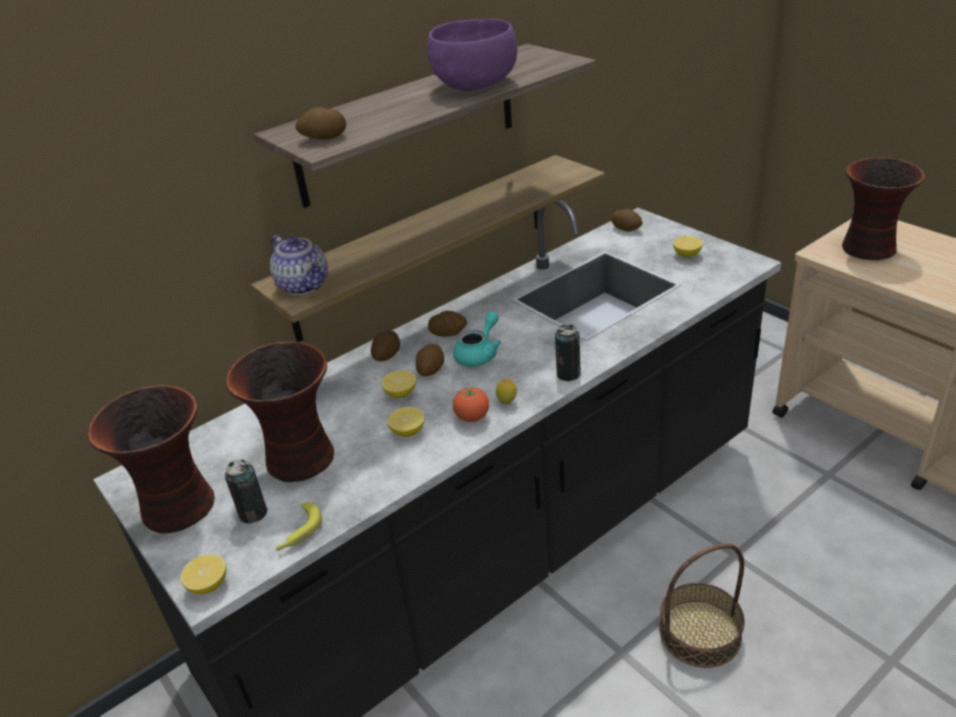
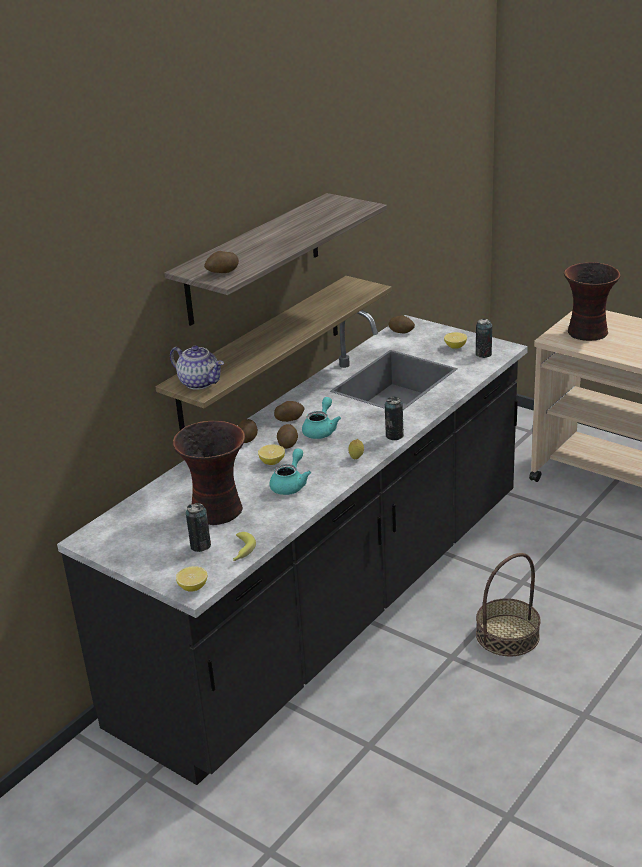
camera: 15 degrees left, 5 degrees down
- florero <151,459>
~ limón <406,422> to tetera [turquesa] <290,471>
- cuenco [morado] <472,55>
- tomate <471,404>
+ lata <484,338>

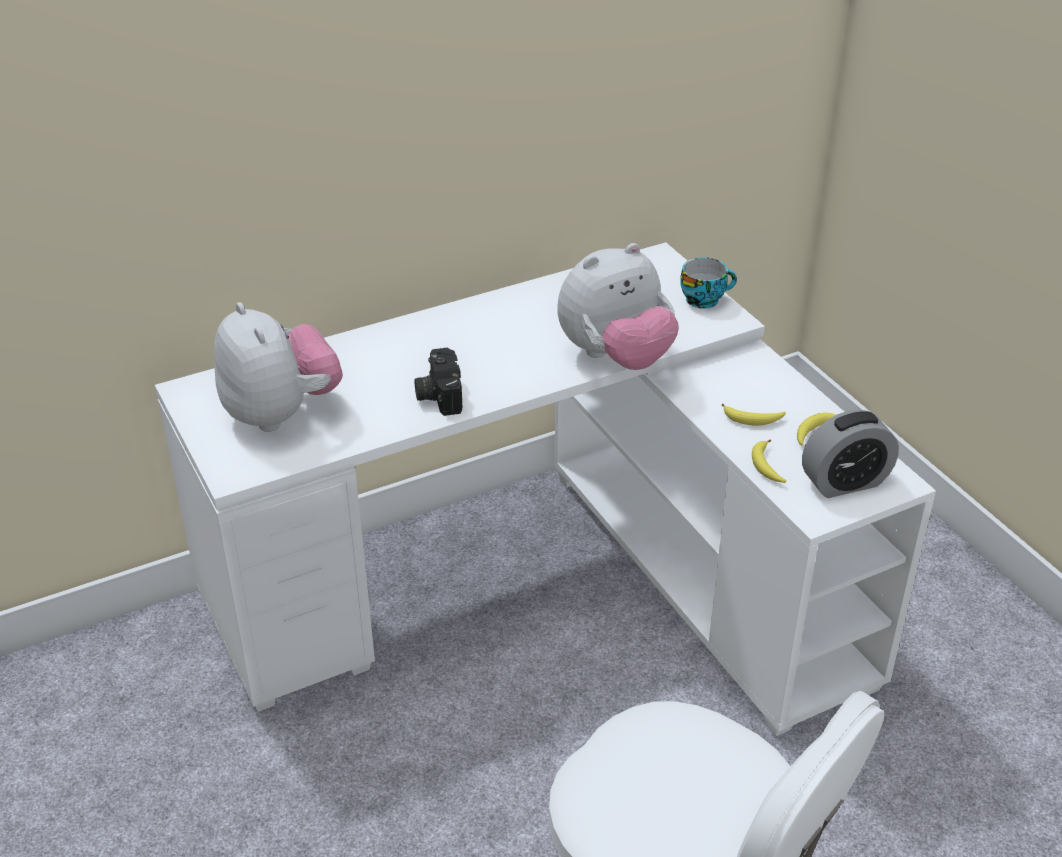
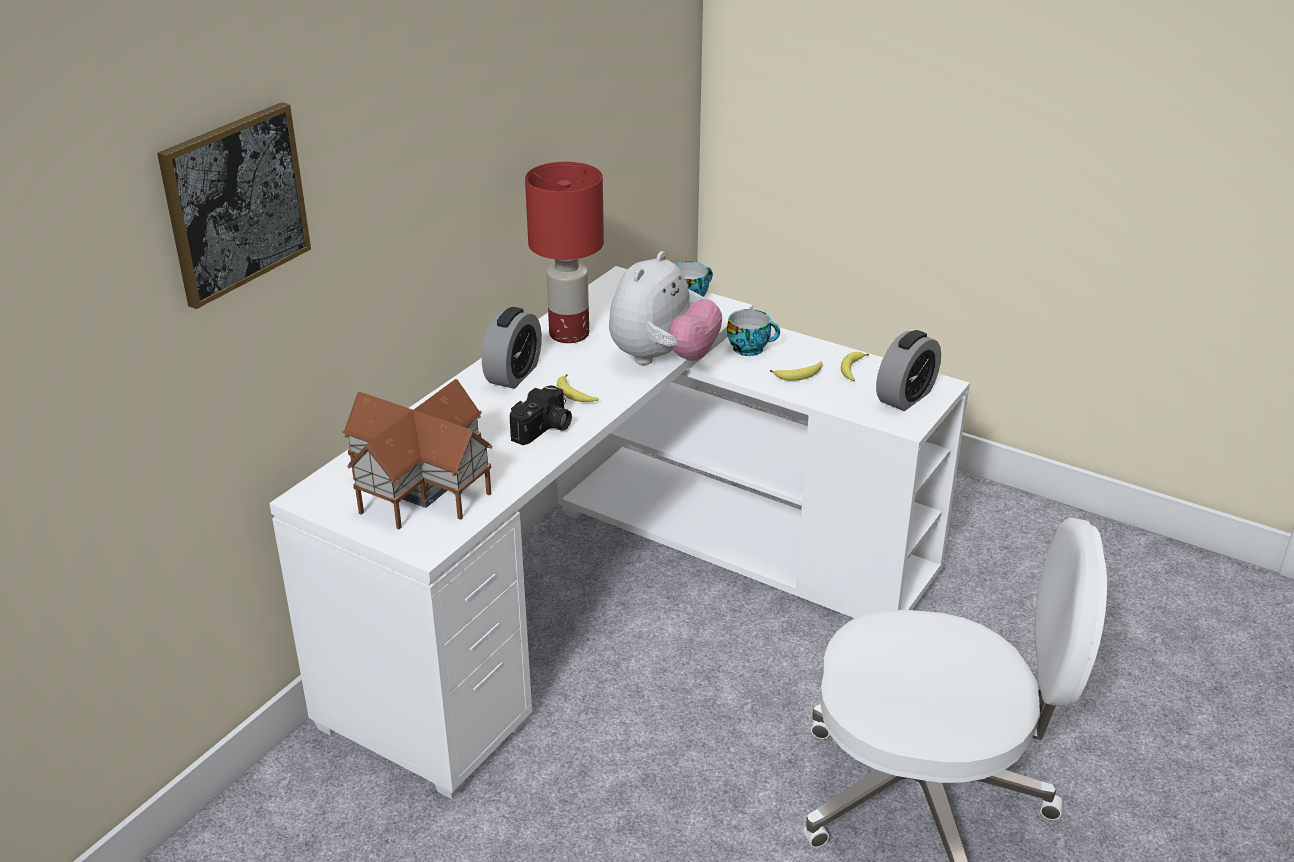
camera: 30 degrees left, 5 degrees down
~ peluche <278,367> to casita <417,454>
~ cámara <438,382> = <540,415> 105 degrees counterclockwise
~ plátano <769,461> to <578,388>
+ cuadro <234,205>
+ despertador <512,348>
+ lámpara de mesa [rojo] <564,252>
+ taza <753,332>

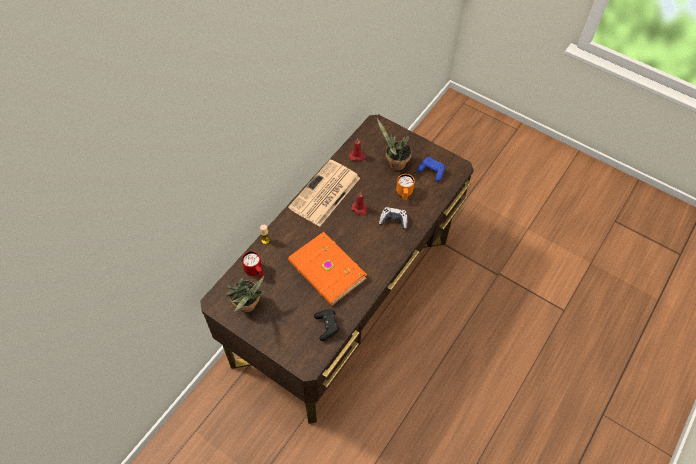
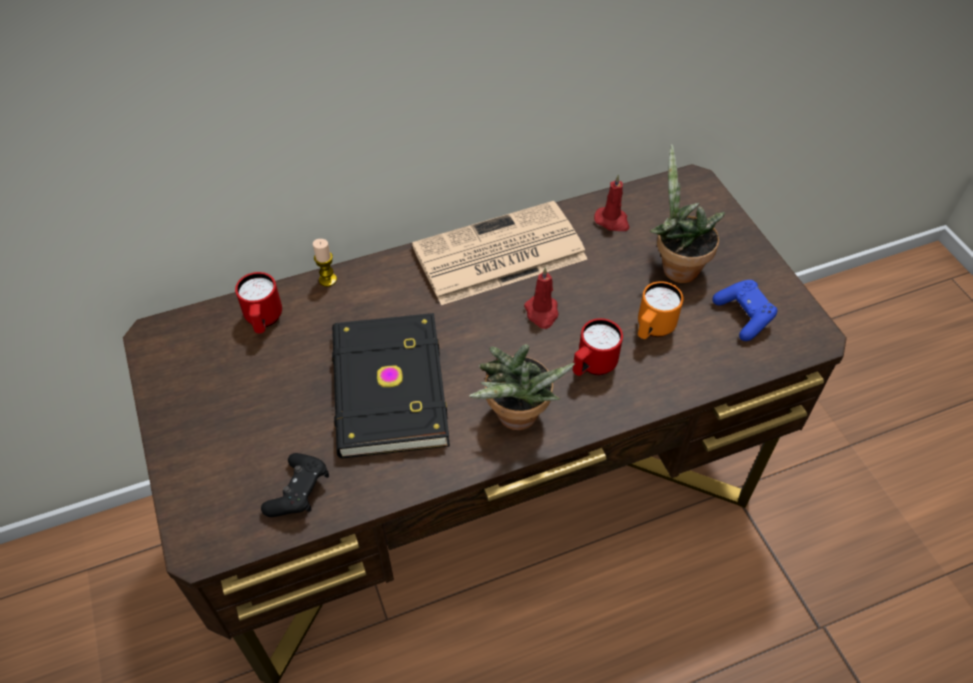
camera: 35 degrees right, 5 degrees down
~ planta en maceta <245,294> to <522,387>
~ libro [naranja] <327,269> to libro [negro] <391,385>
~ mando de consola <393,218> to taza grande [rojo] <598,347>

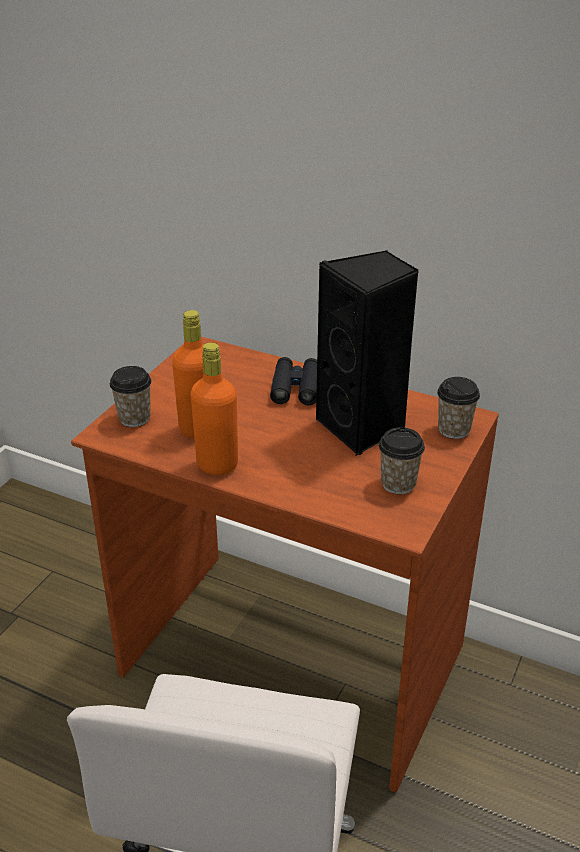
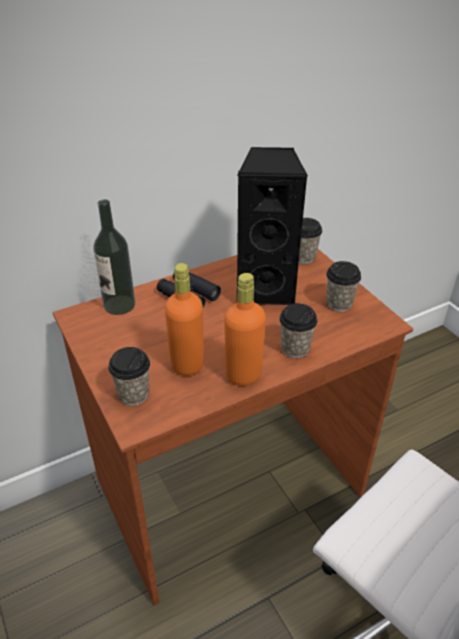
camera: 55 degrees left, 5 degrees up
+ botella <114,257>
+ taza <298,330>

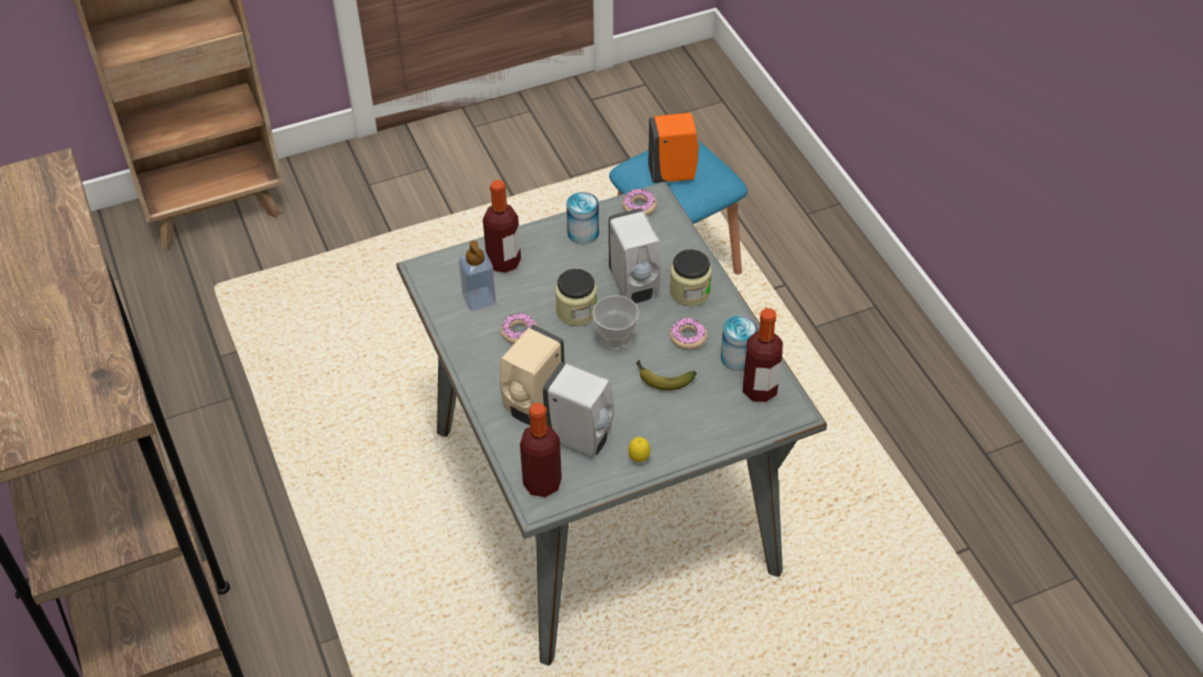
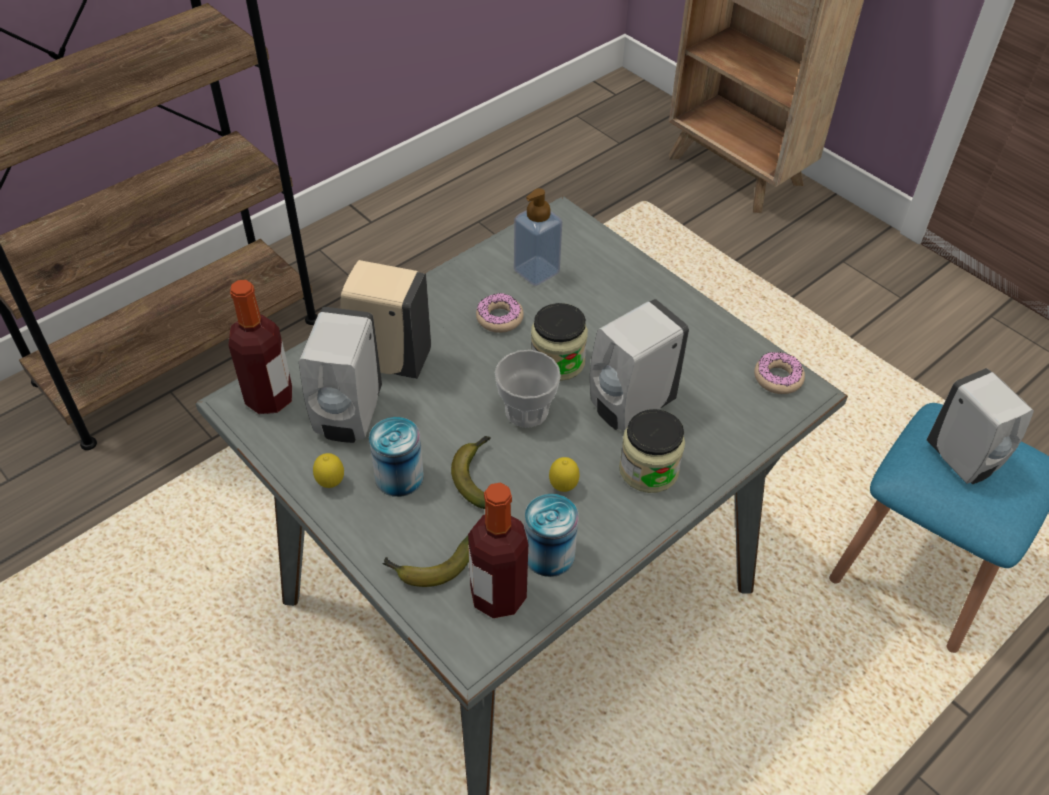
camera: 70 degrees right, 0 degrees up
- botella <502,226>
~ lata <583,218> to <396,457>
~ dispensador de jabón [naranja] <673,147> to dispensador de jabón [blanco] <980,426>
~ rosquilla <688,334> to limón <564,474>
+ plátano <426,561>

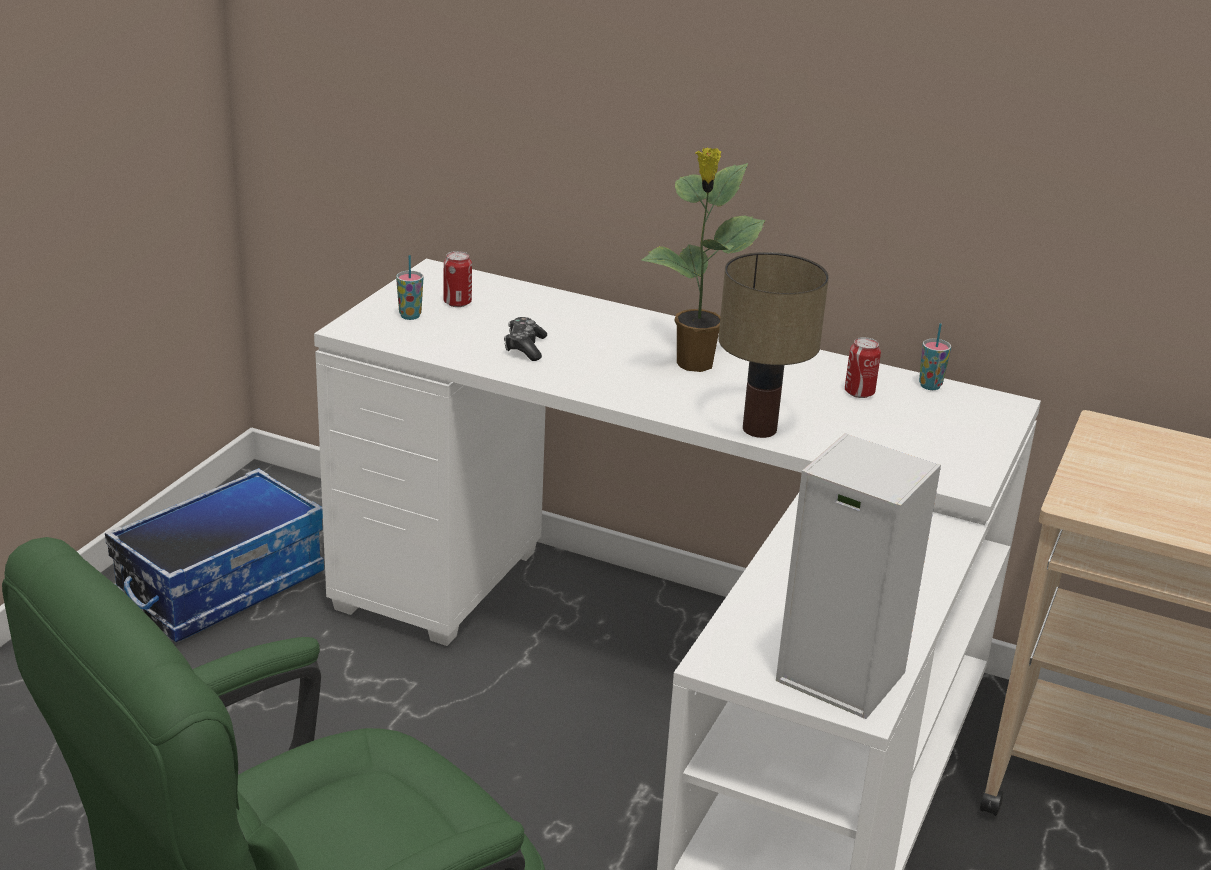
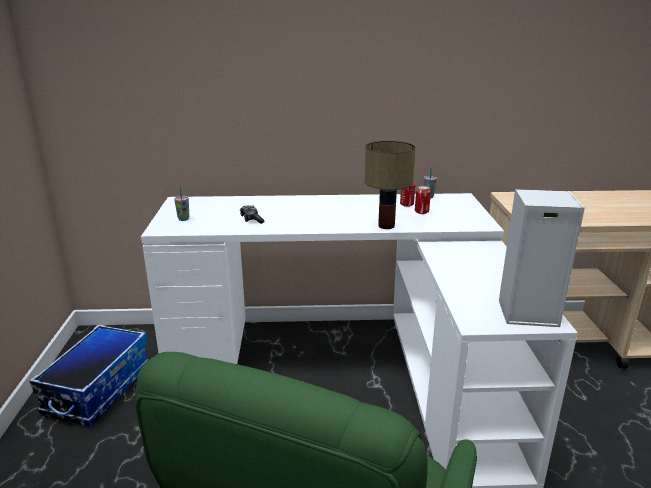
camera: 25 degrees left, 5 degrees down
~ lata <458,279> to <423,200>
- planta en maceta <703,259>

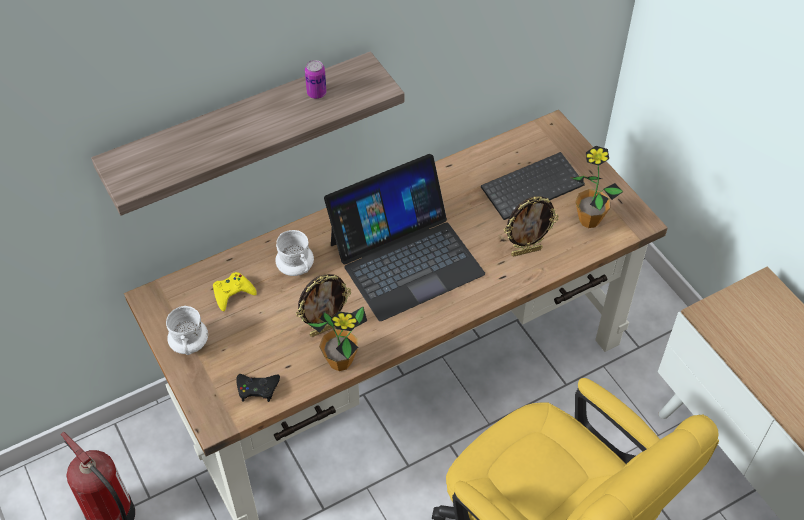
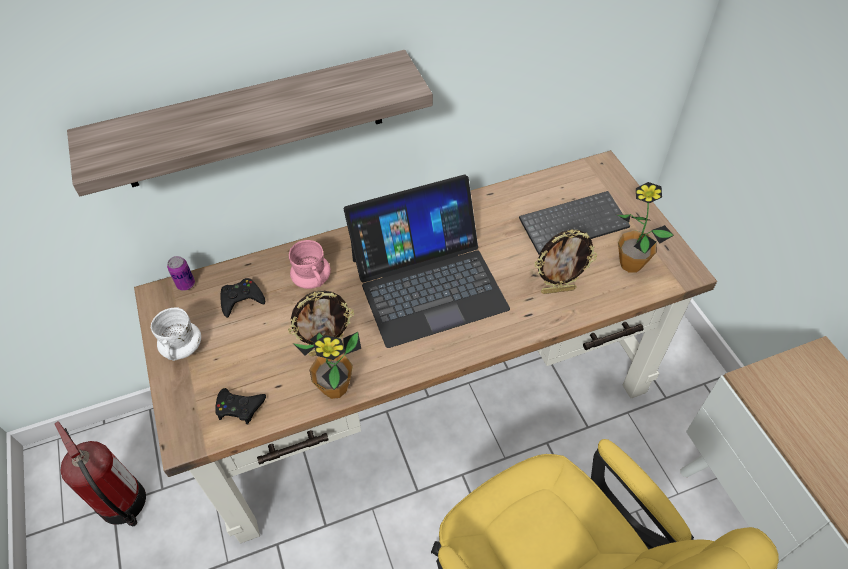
camera: 10 degrees right, 0 degrees up
~ mando de consola [amarillo] <235,291> to mando de consola [negro] <242,298>
~ taza grande [blanco] <295,253> to taza grande [rosa] <310,264>
~ lata <316,79> to <181,273>

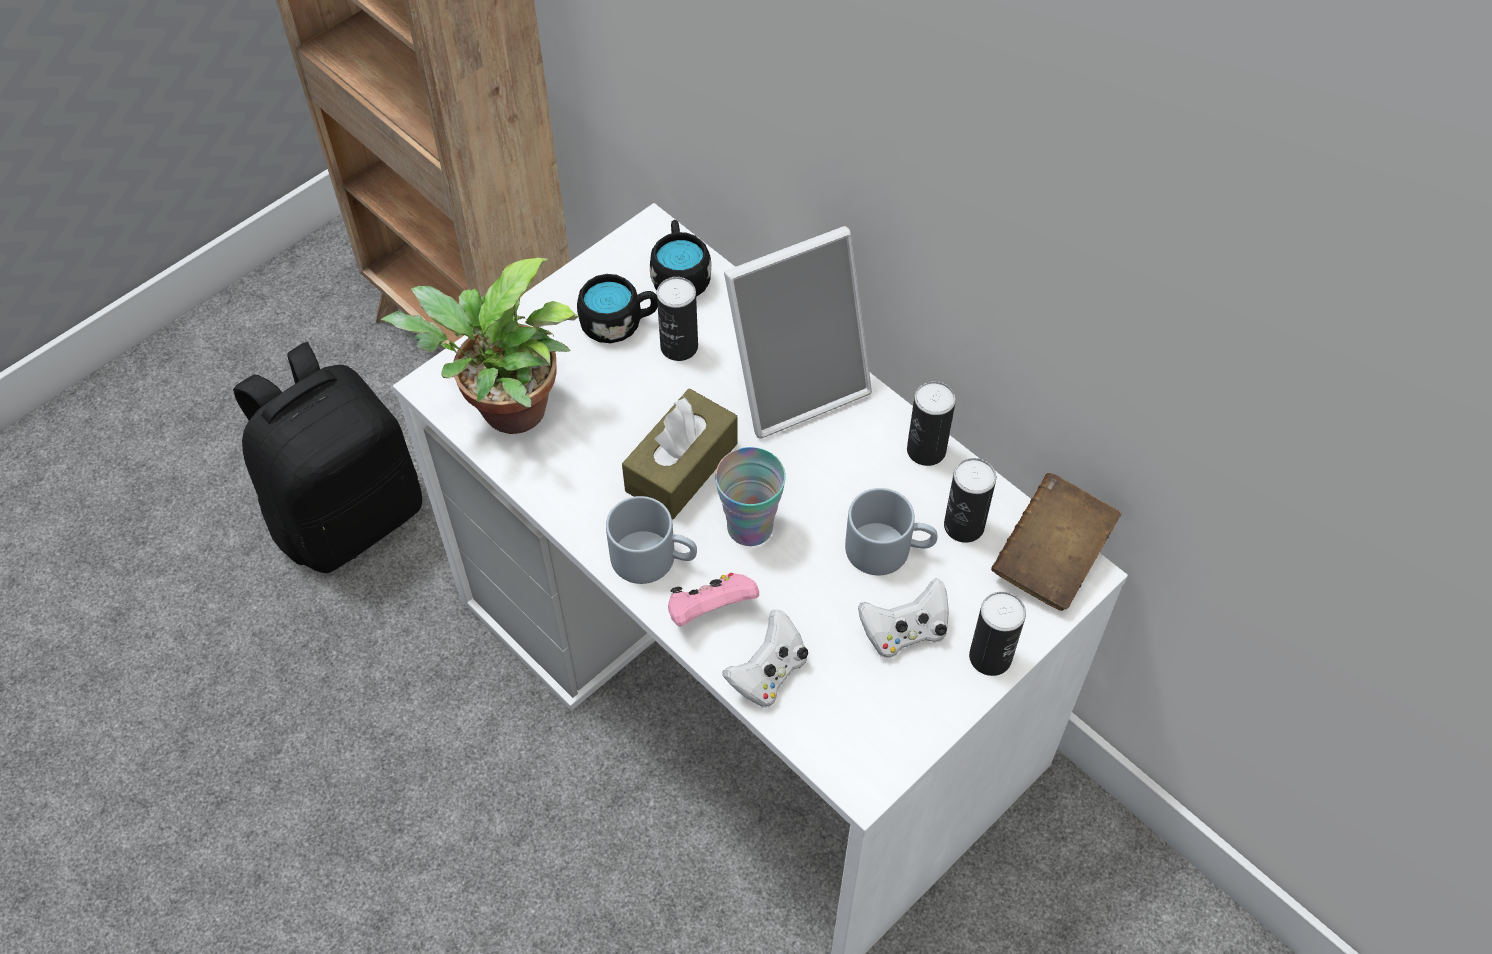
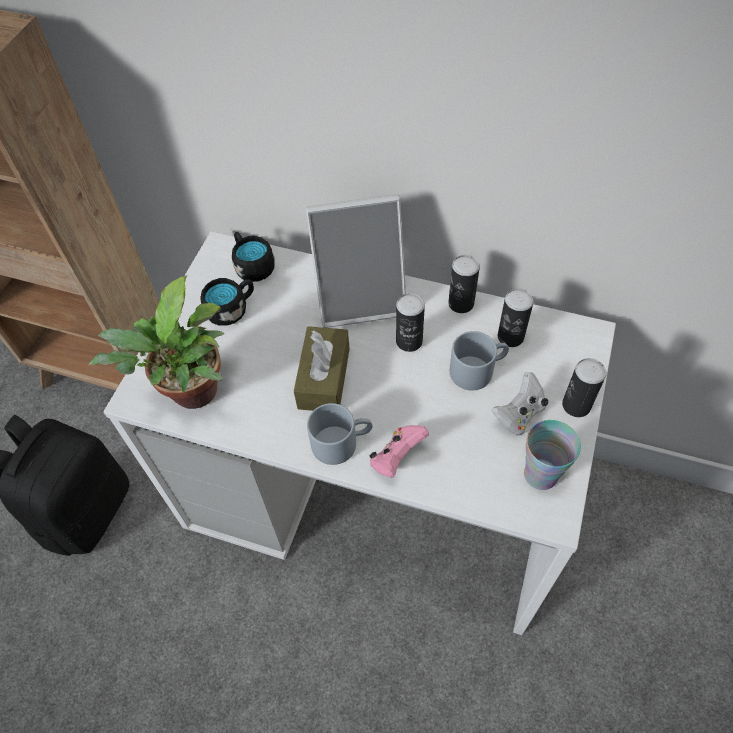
camera: 25 degrees left, 0 degrees up
~ lata <677,319> to <410,322>
~ taza <750,496> to <552,455>
- mando de consola [blanco] <765,659>
~ portarretratos <798,332> = <356,261> 45 degrees clockwise
- libro [marrón] <1056,542>

